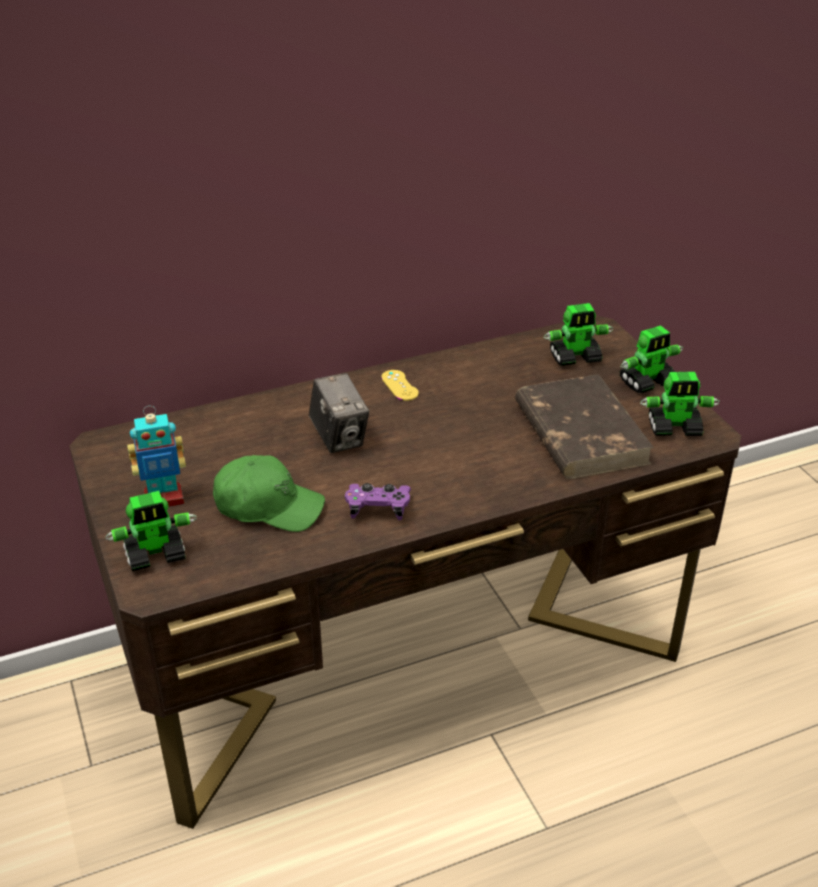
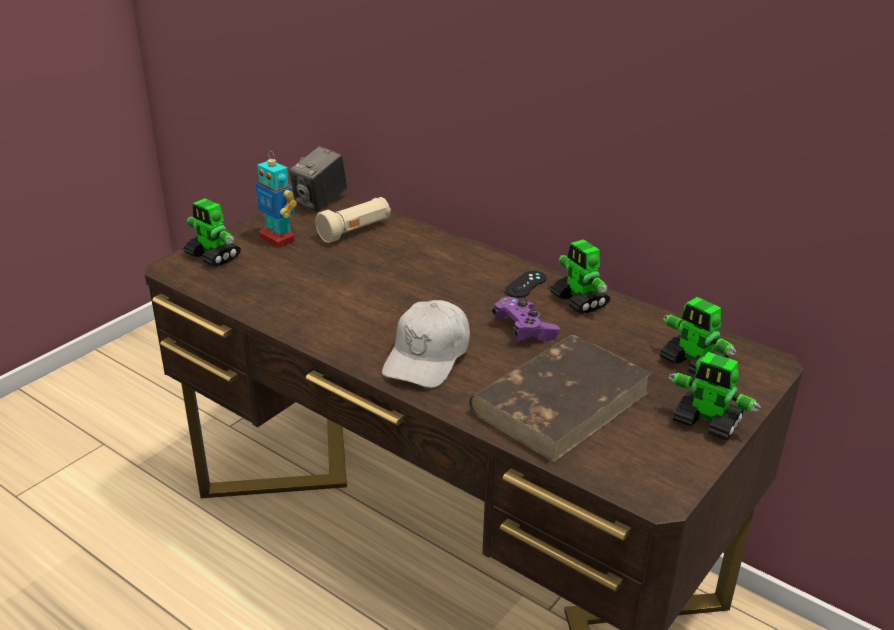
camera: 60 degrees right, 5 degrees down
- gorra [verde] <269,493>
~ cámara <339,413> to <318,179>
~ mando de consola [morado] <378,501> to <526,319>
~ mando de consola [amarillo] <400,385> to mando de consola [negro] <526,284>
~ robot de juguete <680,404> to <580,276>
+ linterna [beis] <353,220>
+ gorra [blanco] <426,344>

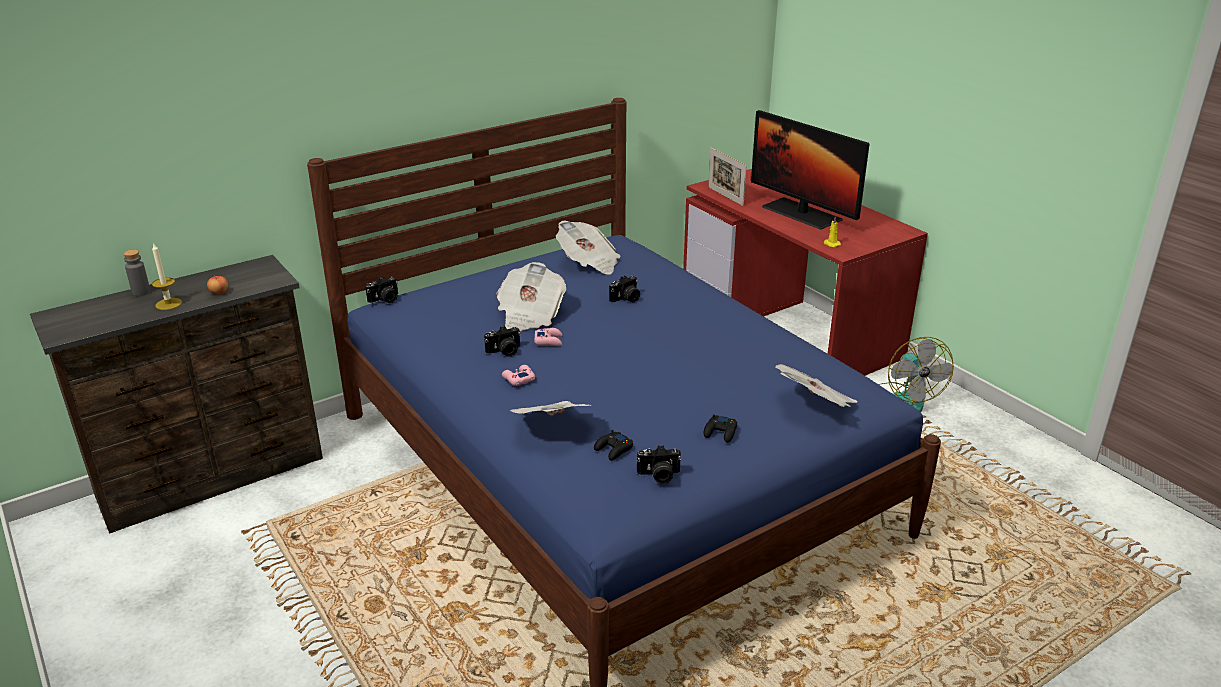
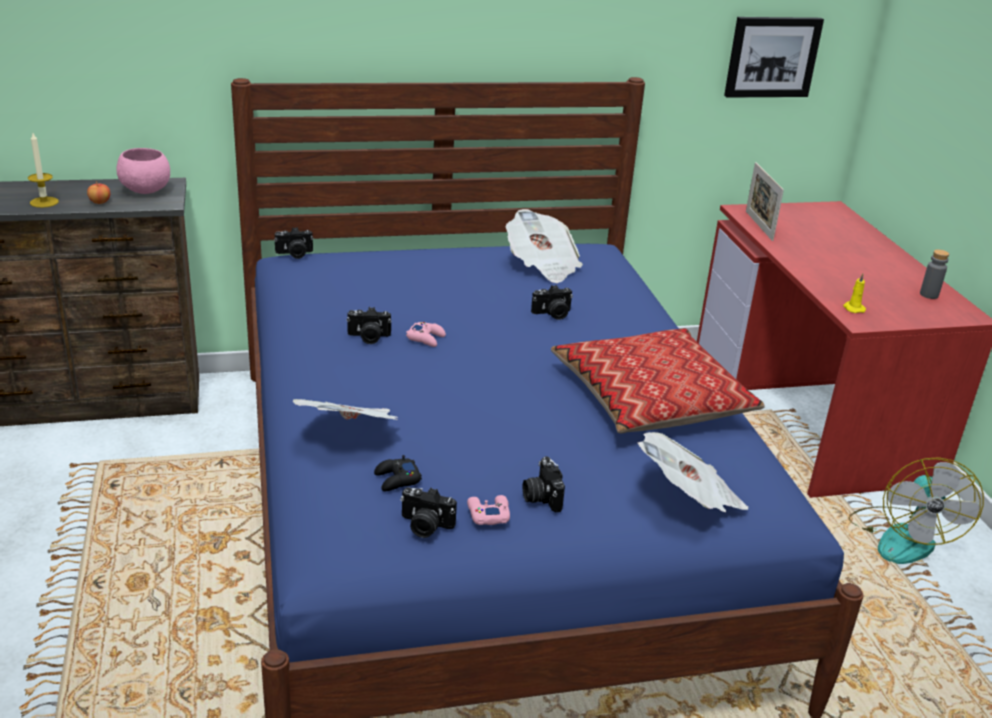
camera: 20 degrees right, 0 degrees up
~ botella [gris] <137,273> to <934,274>
- periódico <531,296>
~ mando de consola [rosa] <518,375> to <488,510>
~ mando de consola [negro] <720,428> to cámara <544,484>
- monitor <810,170>
+ cuenco [rosa] <143,171>
+ cojín <658,380>
+ cuadro <774,57>

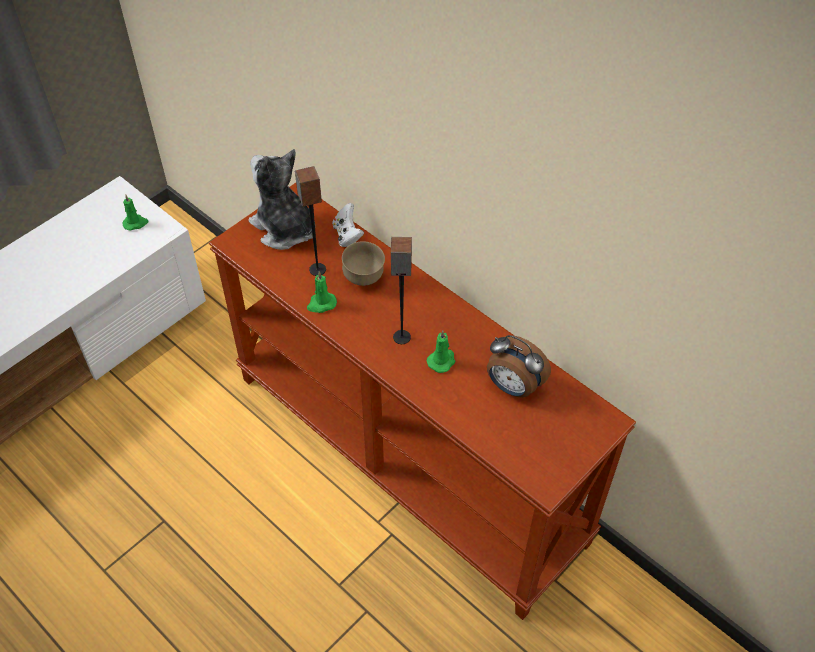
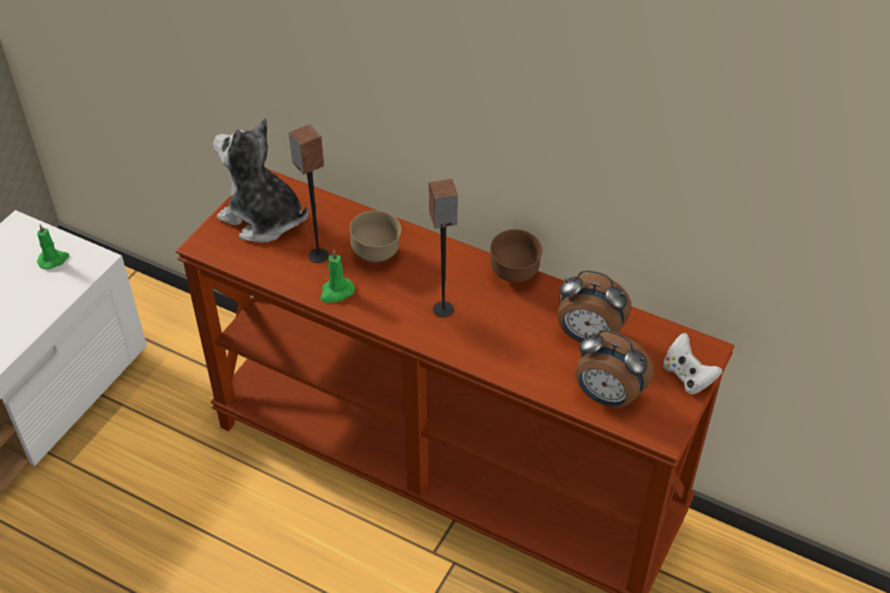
camera: 15 degrees left, 5 degrees down
~ mando de consola [blanco] <348,225> to <692,363>
- vela [verde] <441,351>
+ cuenco [marrón] <516,256>
+ despertador <615,369>

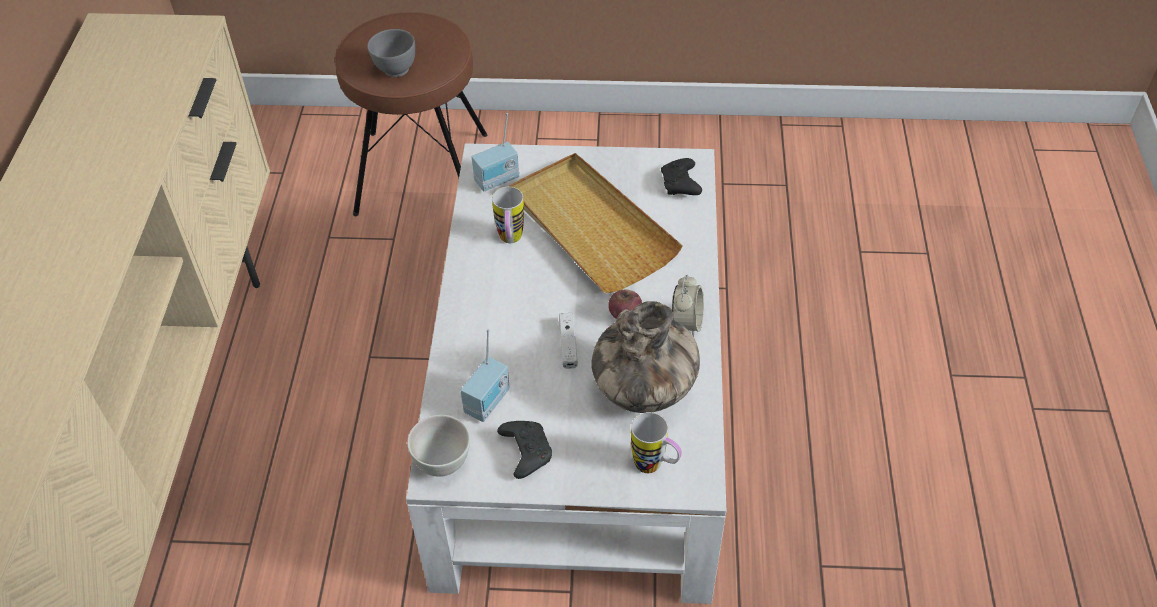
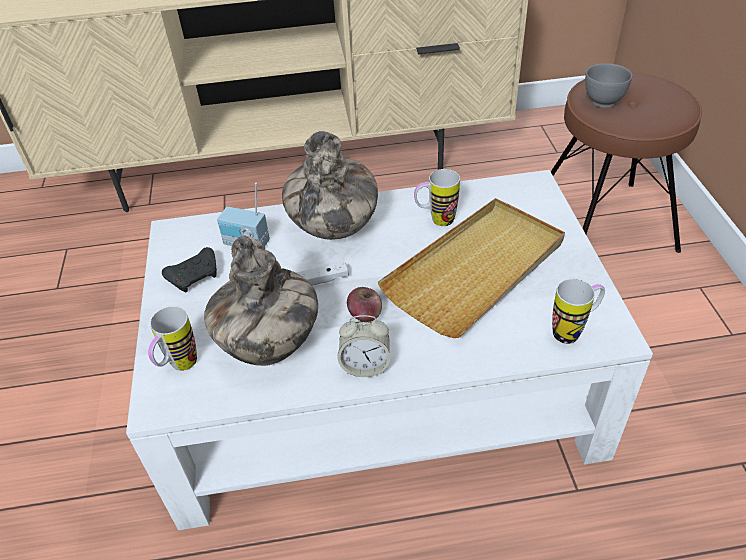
camera: 80 degrees right, 5 degrees down
- cuenco [blanco] <438,446>
- radio <495,152>
~ mando de consola [negro] <681,176> to taza grande <578,311>
+ florero <330,185>

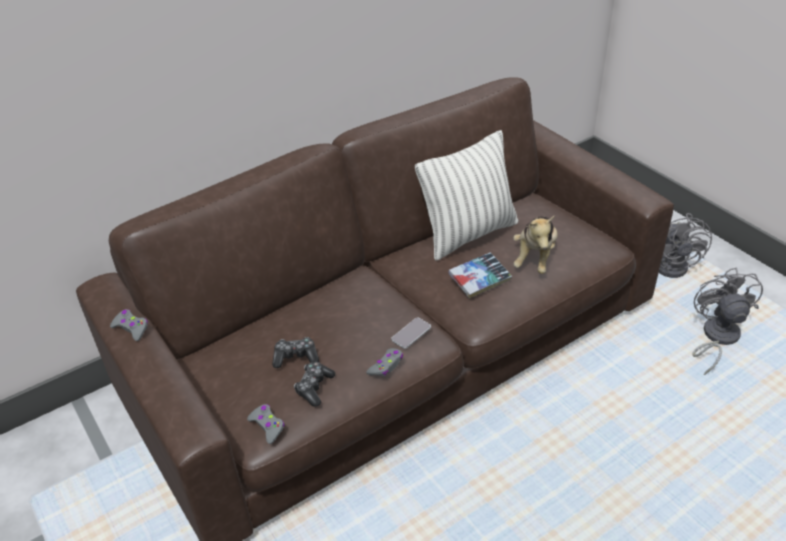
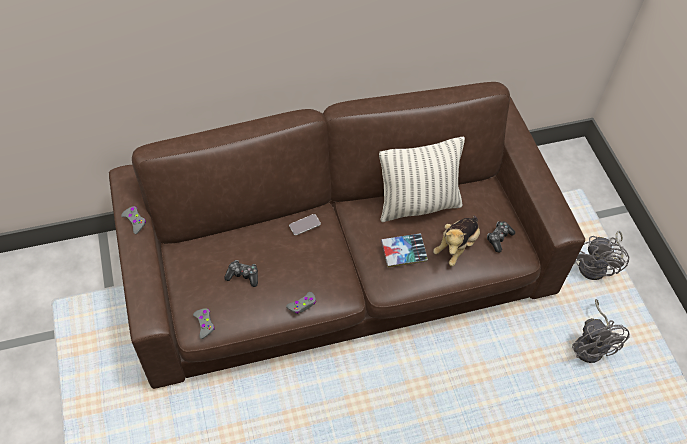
camera: 15 degrees right, 15 degrees up
~ mando de consola <314,384> to <501,237>
~ móvil <411,333> to <305,225>
~ ventilador [gris] <727,321> = <601,331> 150 degrees clockwise

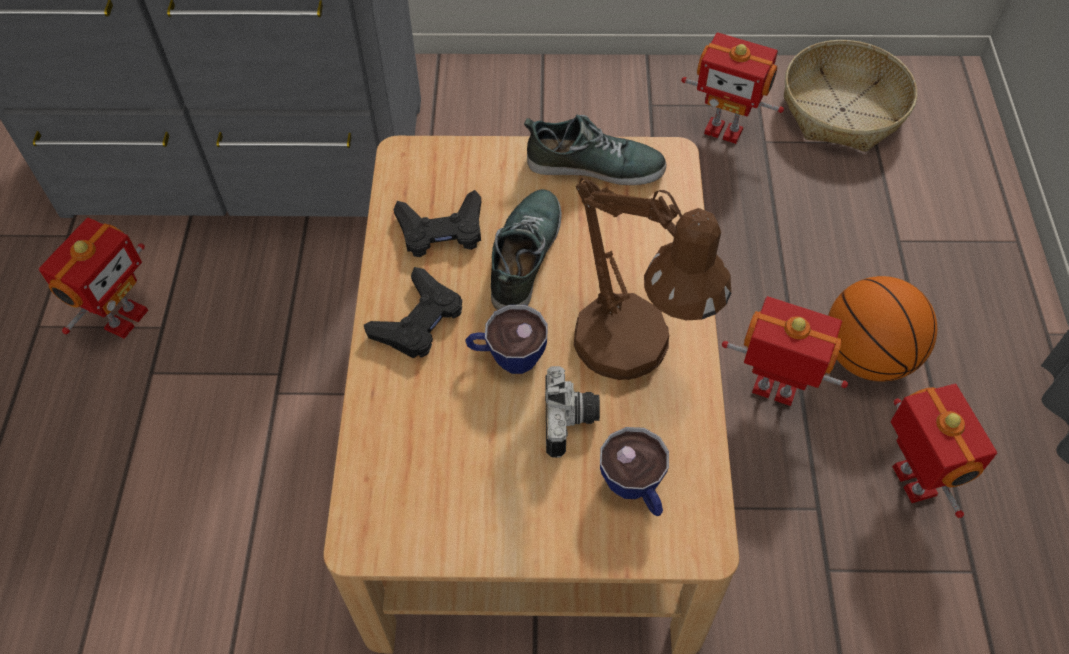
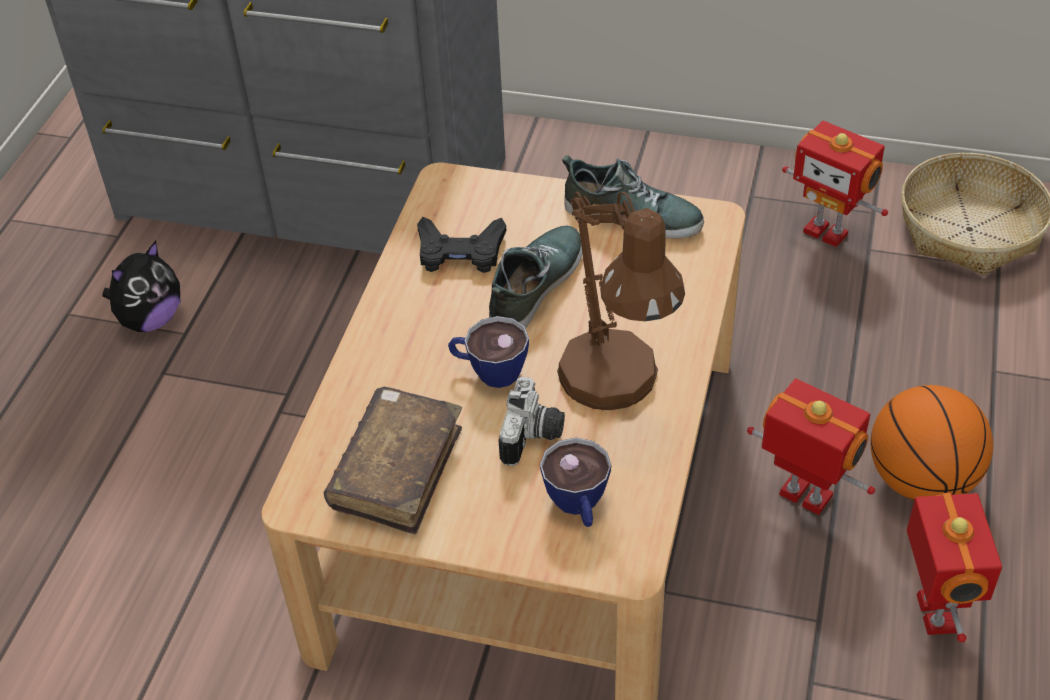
camera: 15 degrees right, 10 degrees down
~ robot de juguete <94,278> to peluche <141,286>
- mando de consola [negro] <413,312>
+ libro [marrón] <393,460>

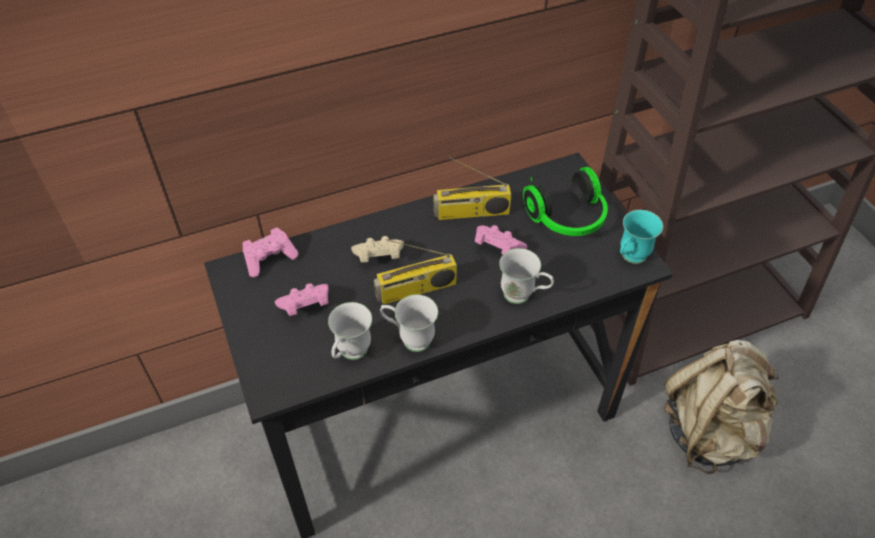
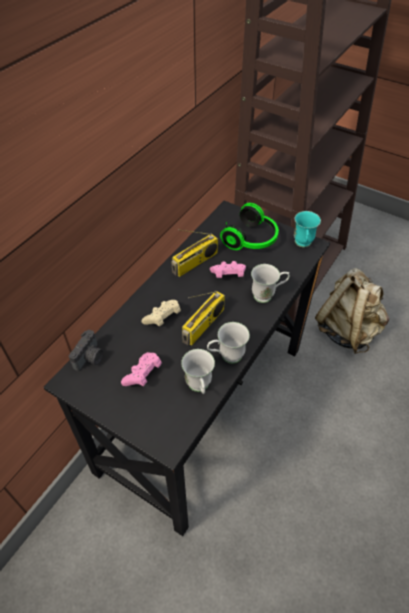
camera: 35 degrees left, 0 degrees up
~ mando de consola [rosa] <271,252> to cámara <86,350>

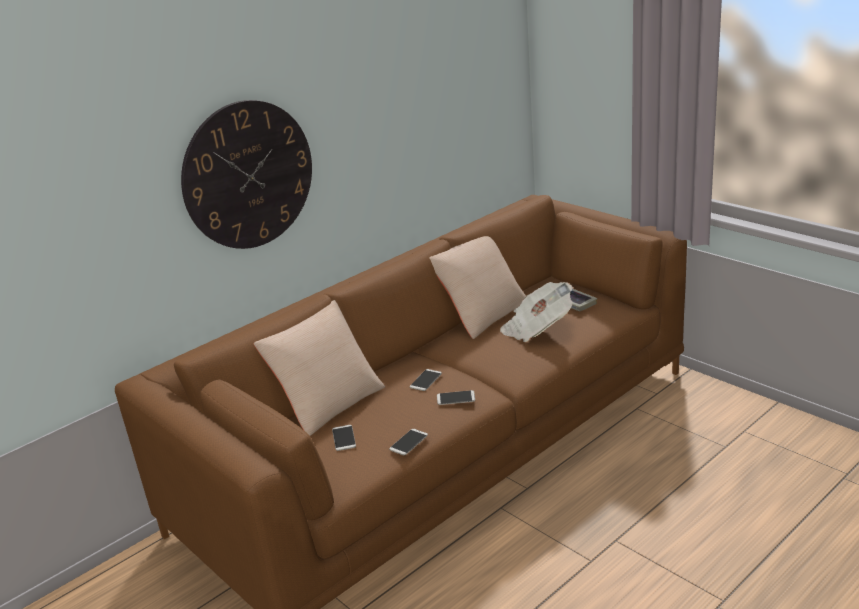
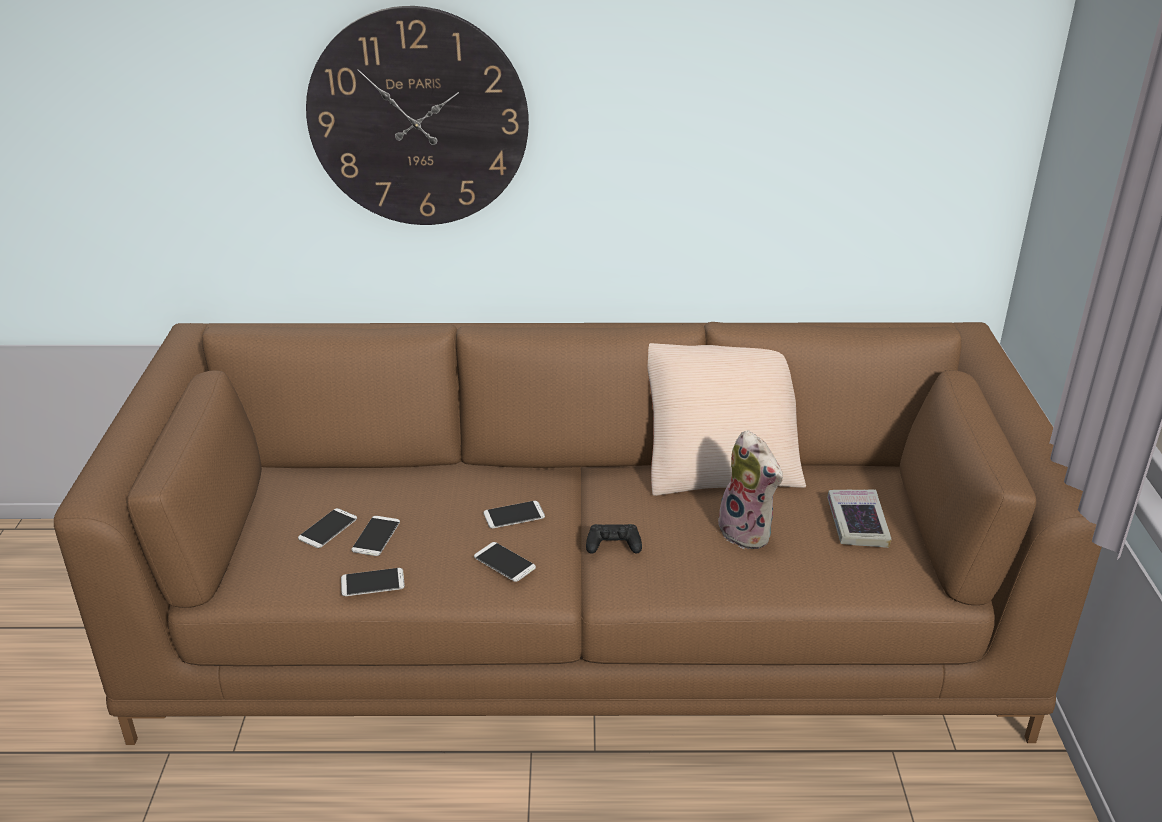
camera: 40 degrees right, 5 degrees up
- cojín [beis] <319,368>
~ periódico <536,312> to peluche <749,489>
+ móvil <375,536>
+ mando de consola [negro] <614,539>

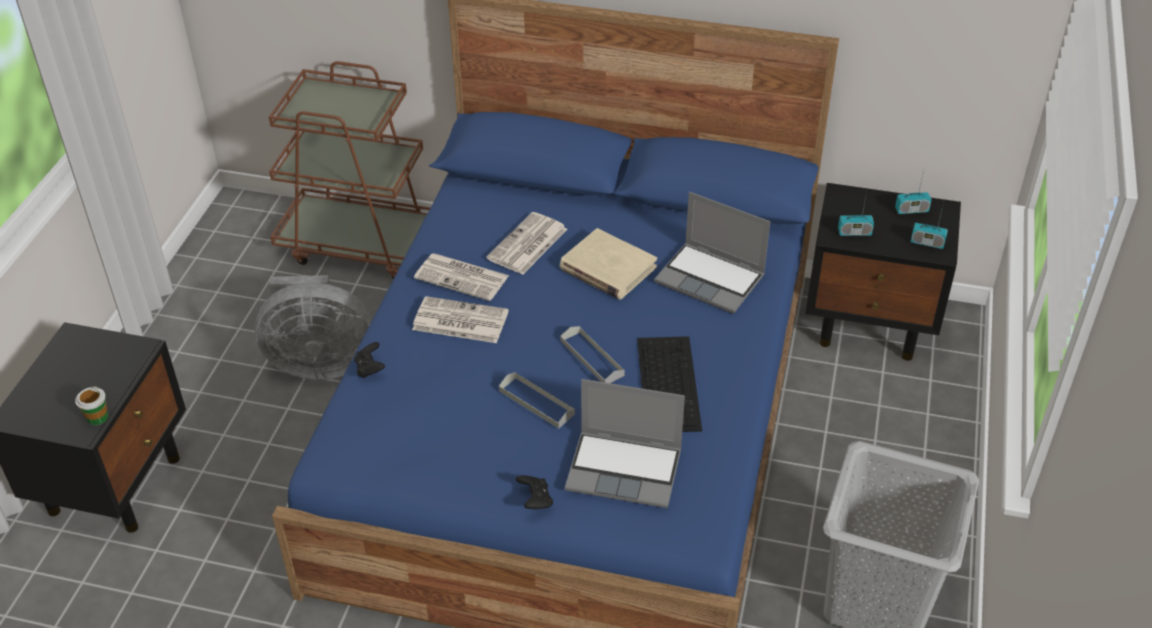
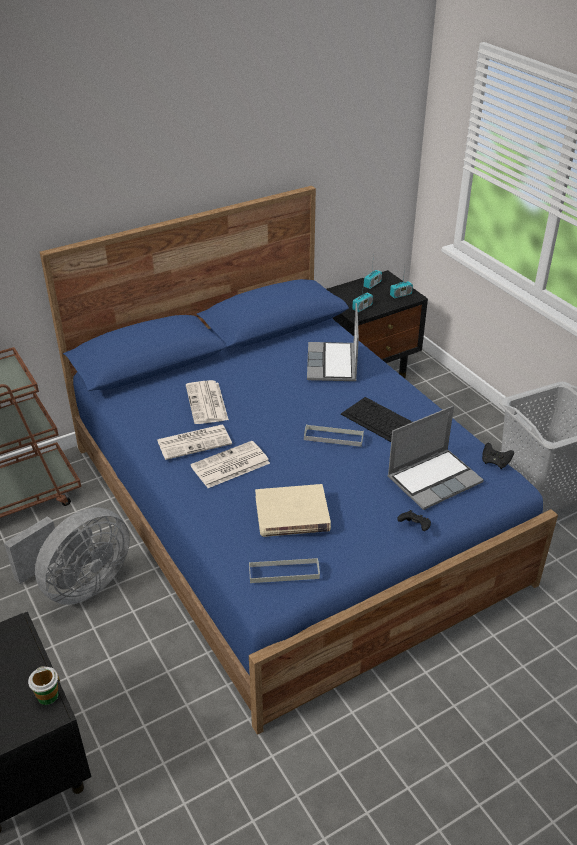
camera: 45 degrees left, 5 degrees down
~ mando de consola [negro] <369,360> to <498,456>
~ bandeja [gris] <537,400> to <284,570>
~ libro [beis] <608,264> to <293,510>
~ portátil <712,253> = <333,342> 105 degrees clockwise

